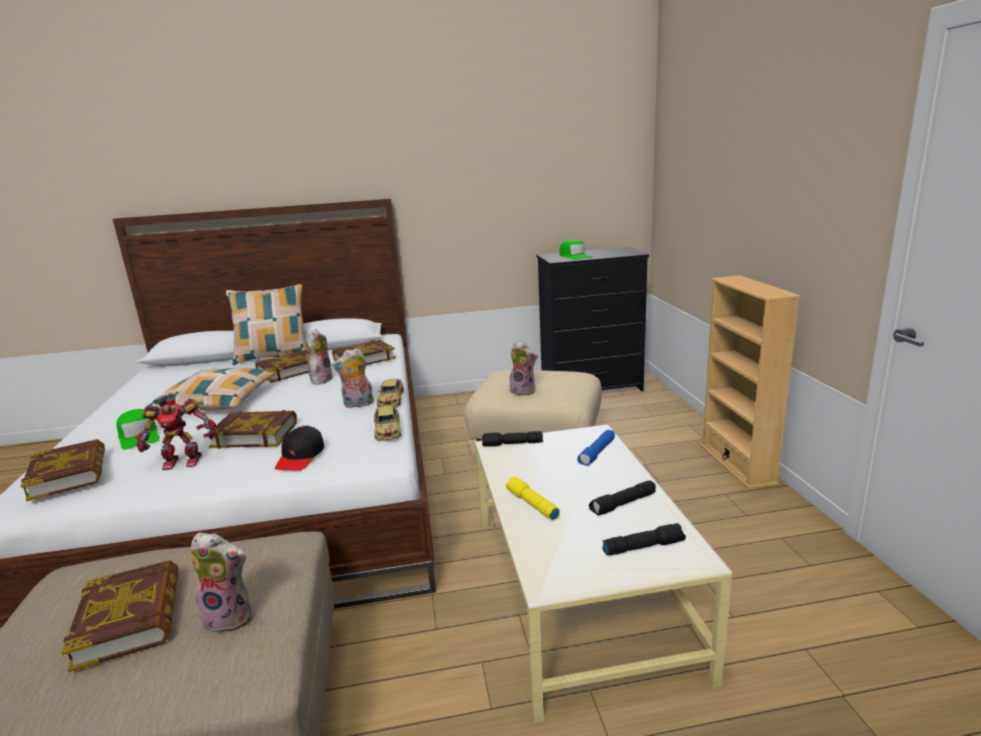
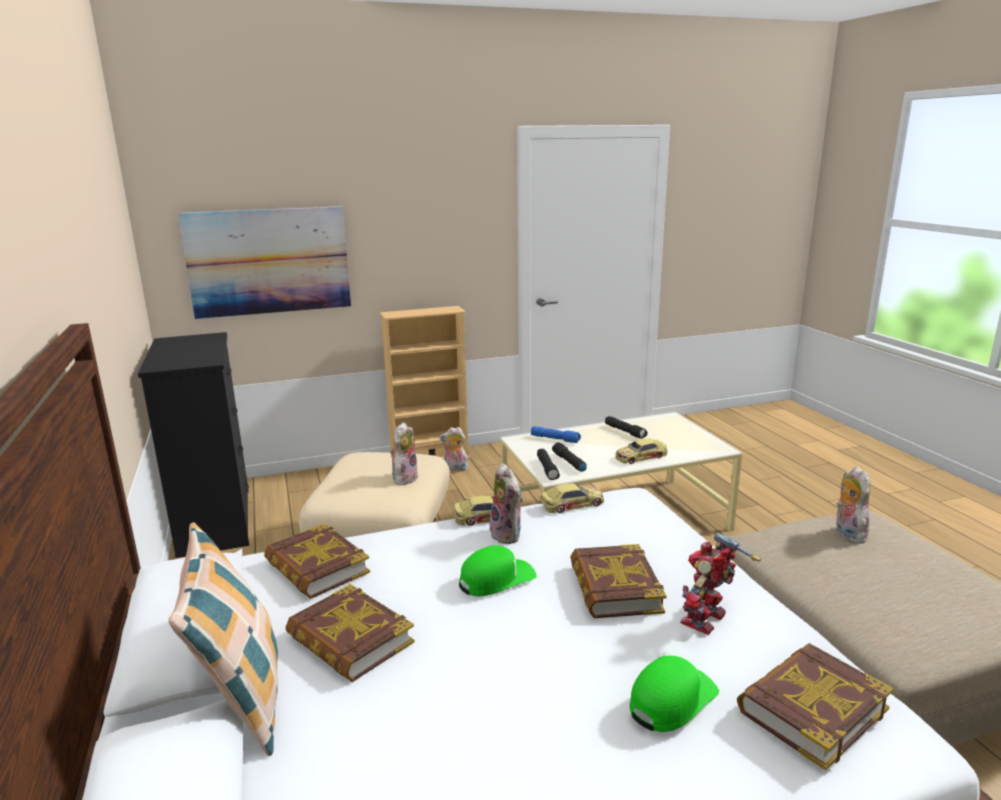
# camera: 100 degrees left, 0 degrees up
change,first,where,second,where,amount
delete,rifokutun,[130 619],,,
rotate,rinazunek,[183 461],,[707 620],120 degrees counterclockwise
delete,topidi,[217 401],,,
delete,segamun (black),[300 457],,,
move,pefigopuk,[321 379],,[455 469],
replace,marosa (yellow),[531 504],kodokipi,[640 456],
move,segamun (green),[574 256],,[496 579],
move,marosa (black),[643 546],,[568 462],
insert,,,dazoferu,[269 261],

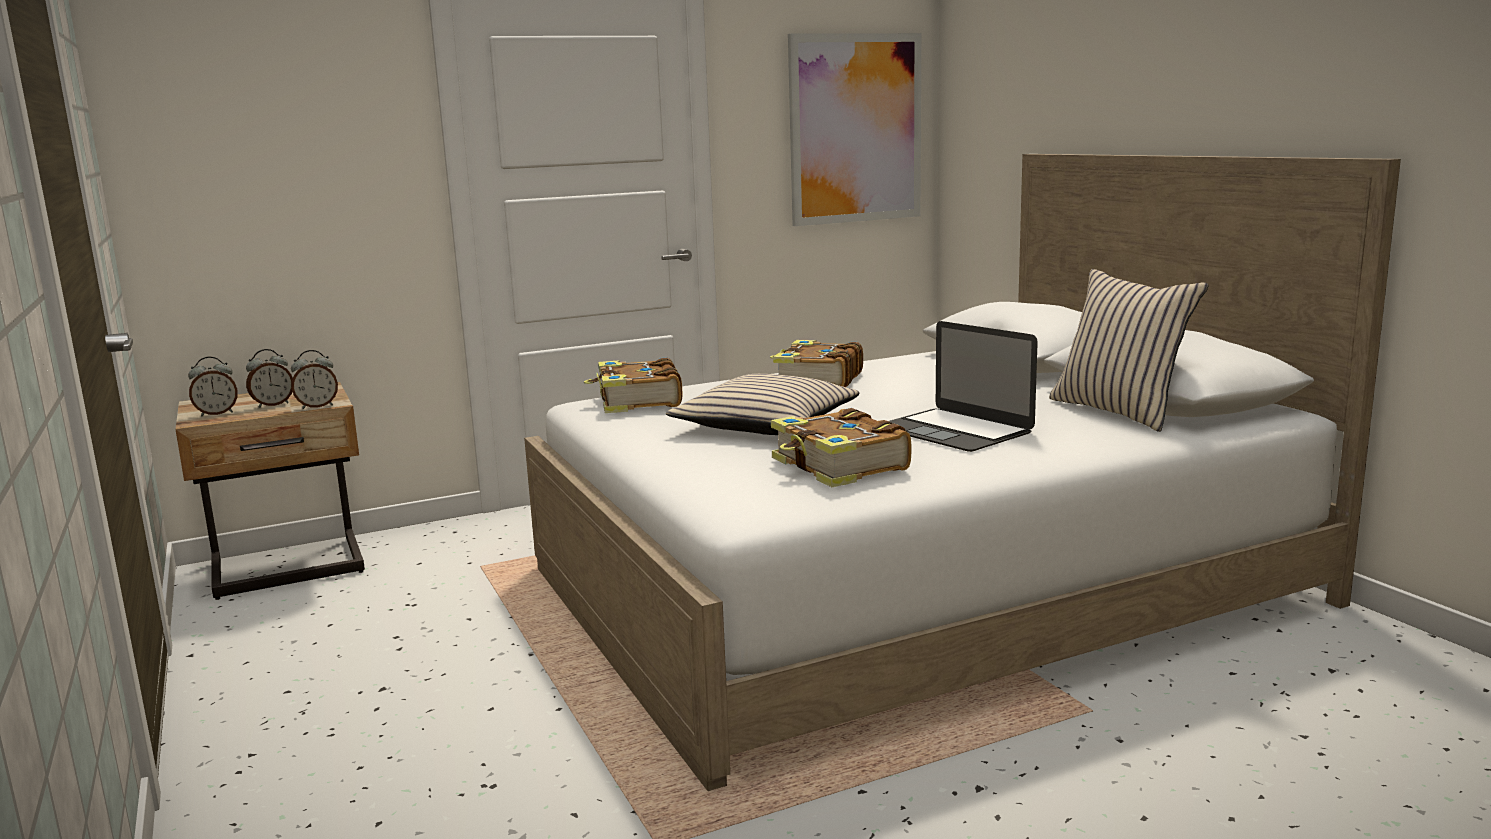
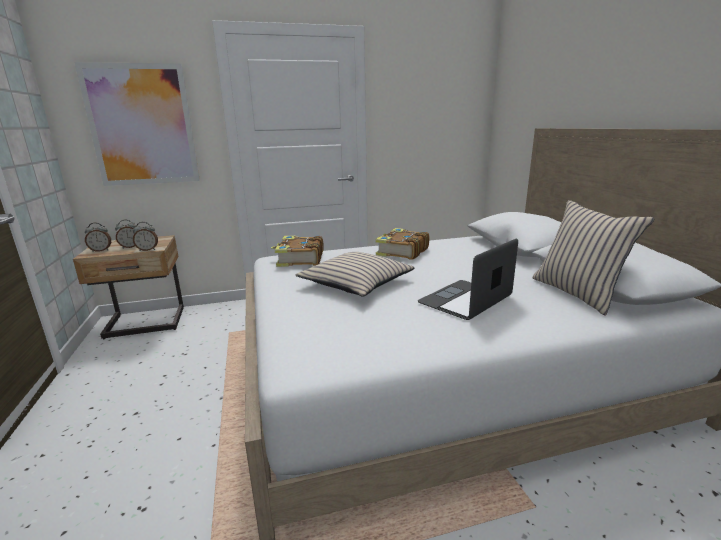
# camera: 10 degrees right, 5 degrees up
change,first,where,second,where,amount
delete,rifokutun,[839 467],,,
move,dazoferu,[855 129],,[142 126],
rotate,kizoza,[954 430],,[465 300],75 degrees clockwise

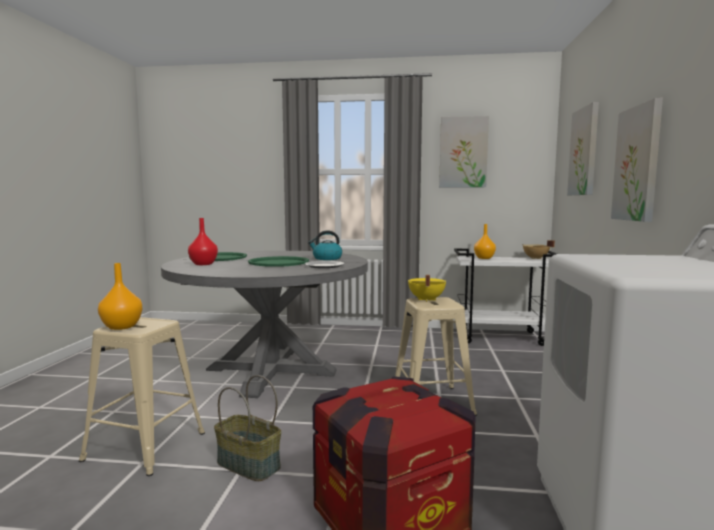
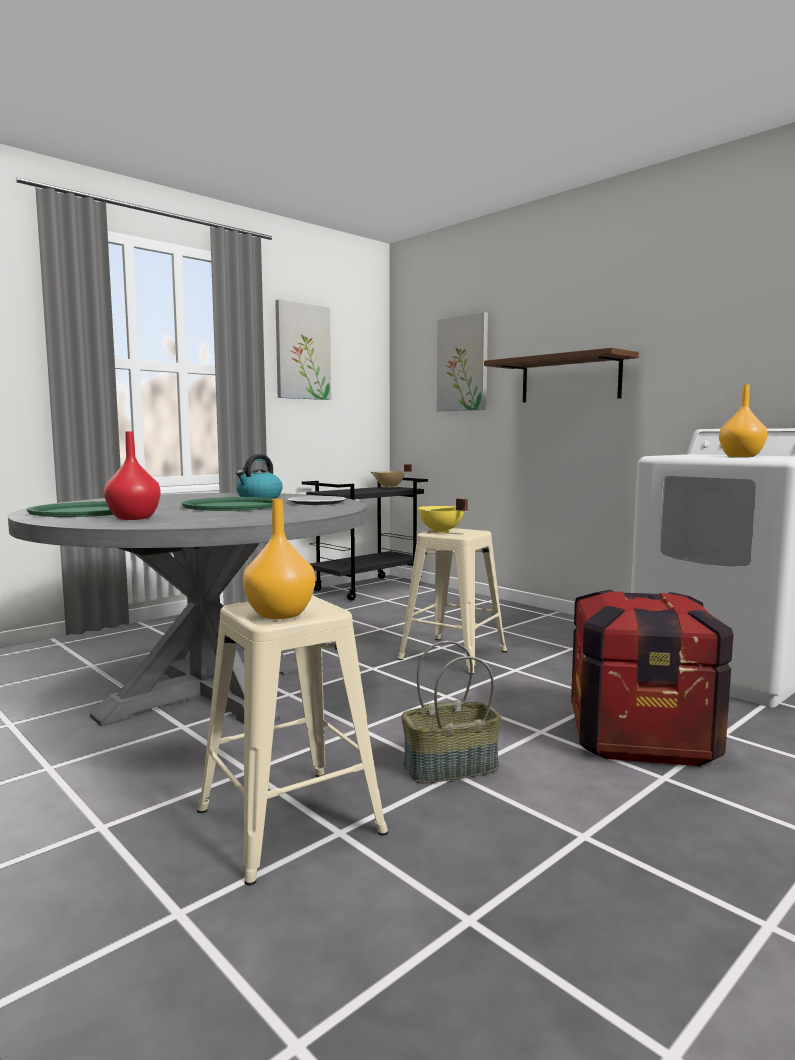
# camera: 50 degrees left, 0 degrees up
change,first,where,second,where,amount
recolor,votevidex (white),[500 337],votevidex (black),[367 588],
move,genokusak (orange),[484 258],,[740 456],
replace,dazoferu,[637 164],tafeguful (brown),[570 379],

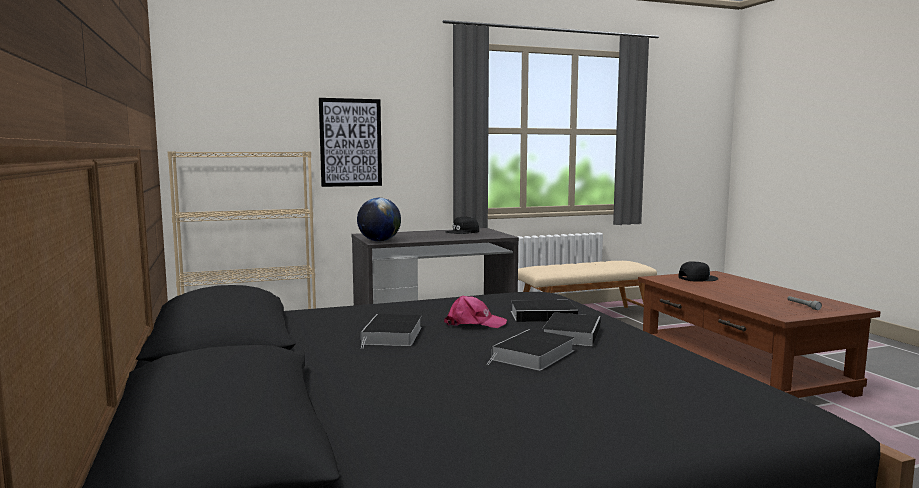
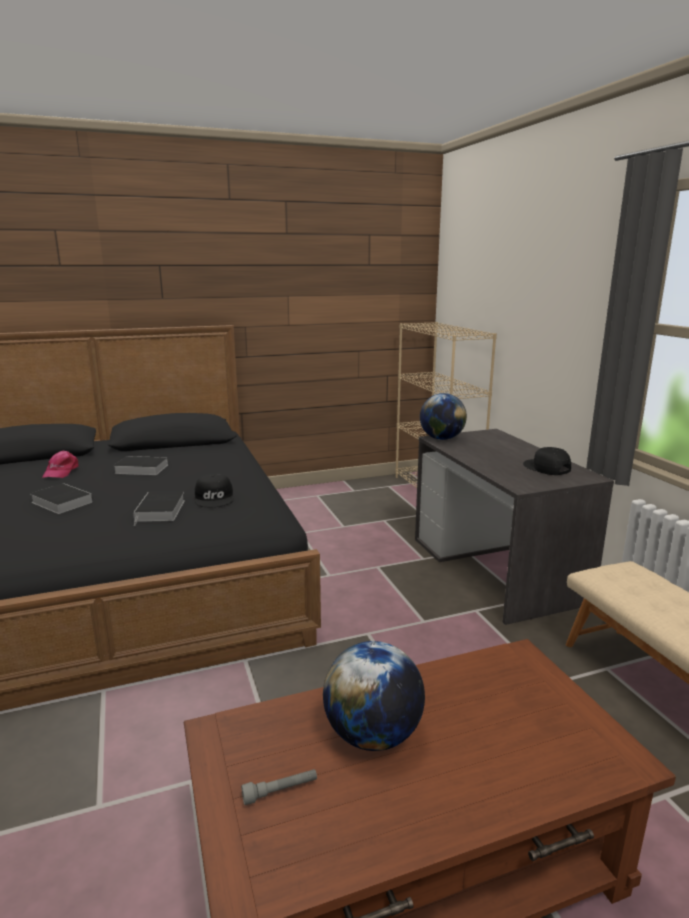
# camera: 90 degrees right, 10 degrees up
change,first,where,second,where,amount
delete,dazoferu,[350 142],,,
move,segamun (pink),[474 323],,[61 471],
delete,rifokutun,[571 333],,,
move,segamun (black),[697 278],,[215 498],
insert,,,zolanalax,[373 735],

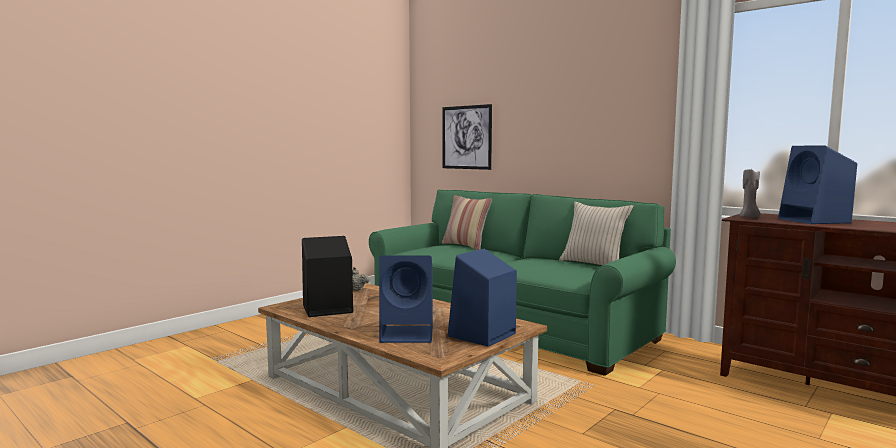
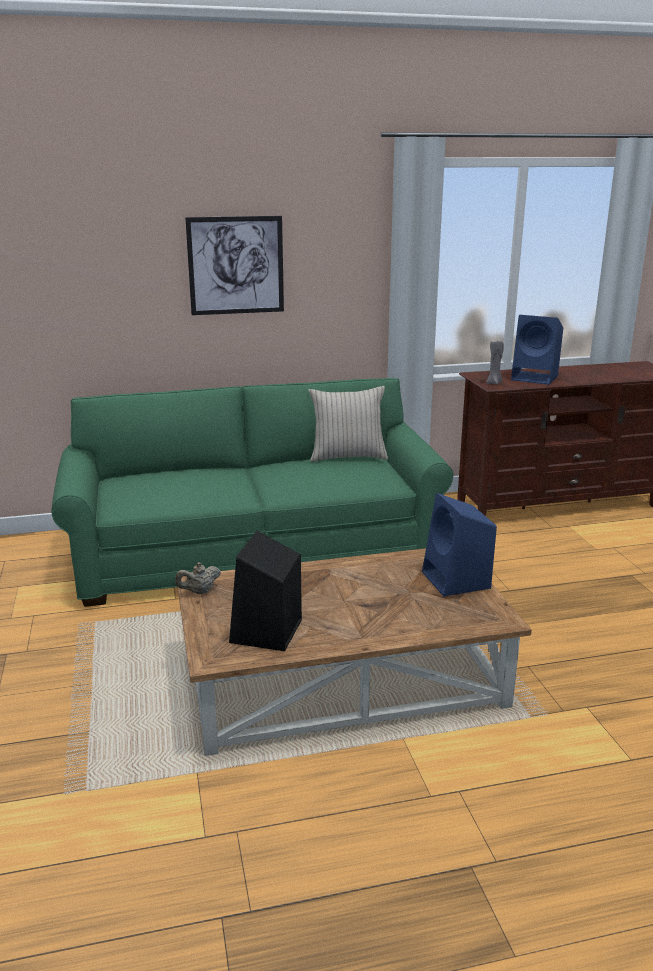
# camera: 55 degrees left, 15 degrees up
change,first,where,second,where,amount
delete,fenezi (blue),[409 334],,,
delete,topidi,[465 246],,,
move,dazoferu,[466 137],,[236 265],

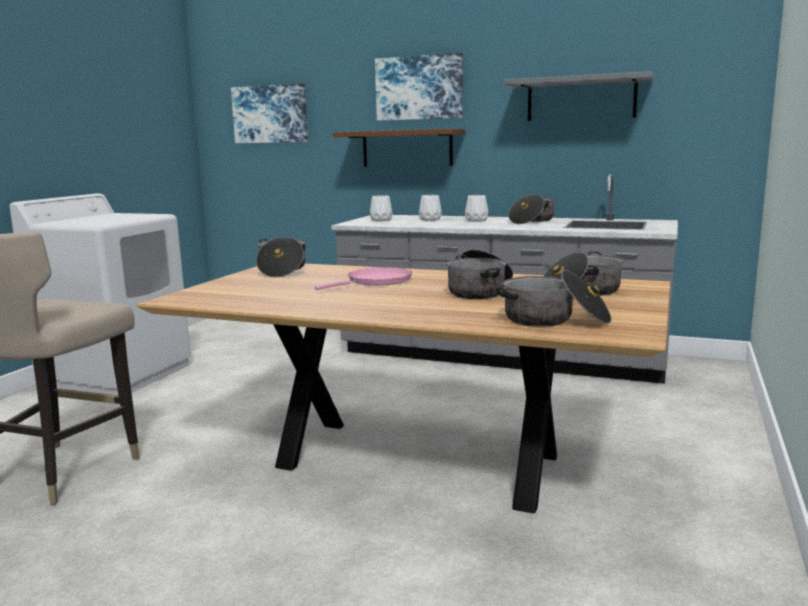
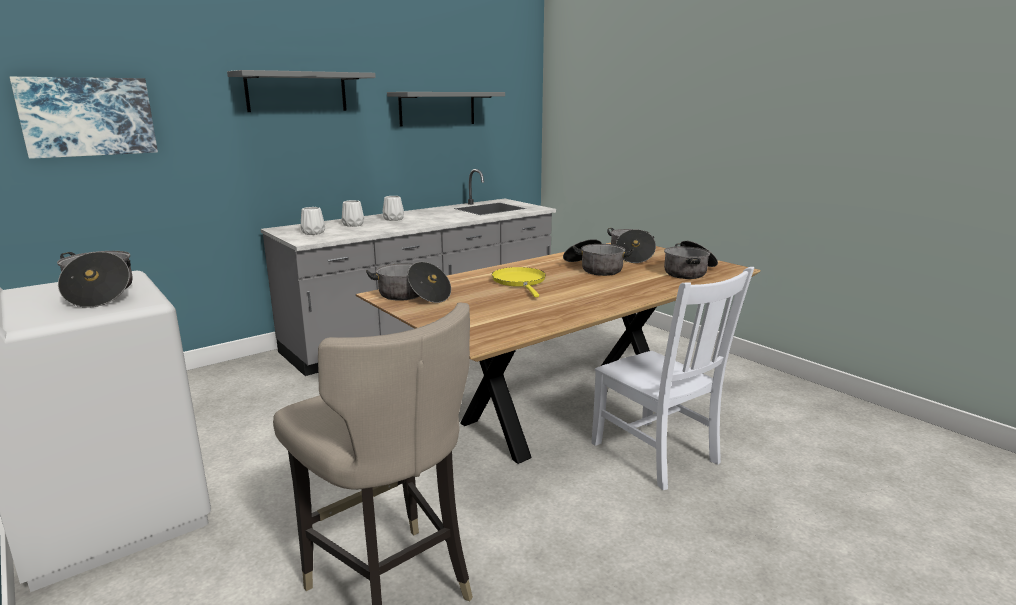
# camera: 60 degrees left, 5 degrees up
change,first,where,second,where,amount
recolor,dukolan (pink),[376 281],dukolan (yellow),[520 282],
delete,tafeguful (brown),[407 148],,,
replace,dazoferu,[419 88],tafeguful (grey),[297 92],
move,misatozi,[531 221],,[100 293],
insert,,,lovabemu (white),[657 455],

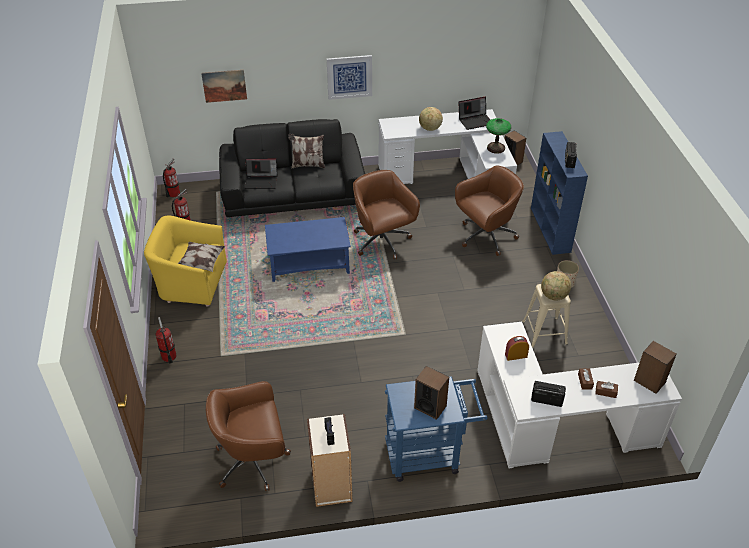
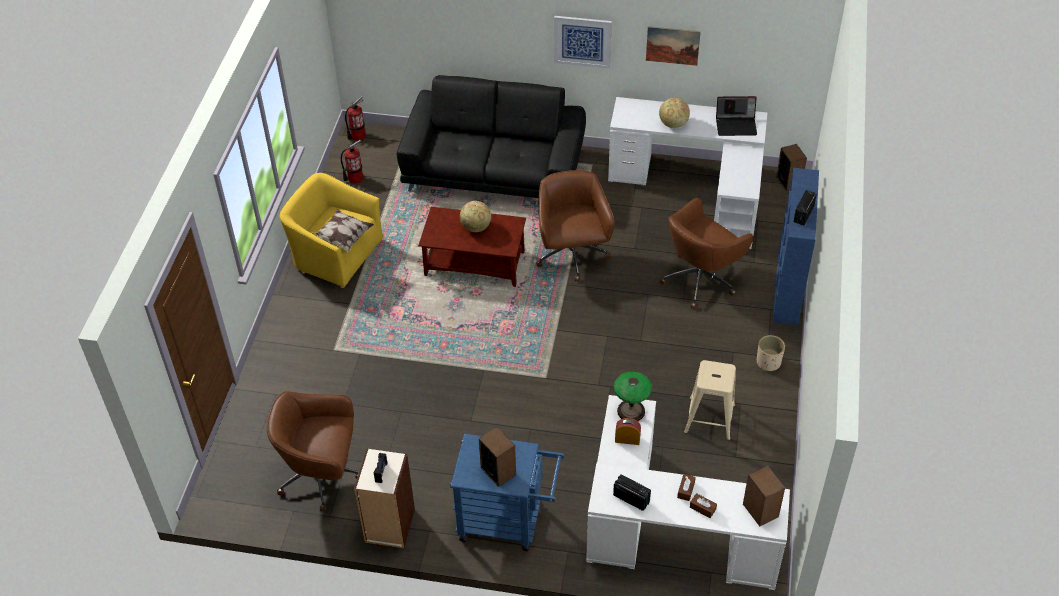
# camera: 20 degrees right, 5 degrees up
change,first,where,second,where,amount
delete,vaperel,[168 356],,,
move,dazoferu,[224 86],,[672 45],
delete,kizoza,[262 181],,,
recolor,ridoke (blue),[310 264],ridoke (brown),[475 263],
delete,topidi,[307 165],,,
rotate,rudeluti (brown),[485 237],,[700 279],150 degrees clockwise
move,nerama,[496 148],,[631 411],
move,zolanalax,[554 296],,[476 227],

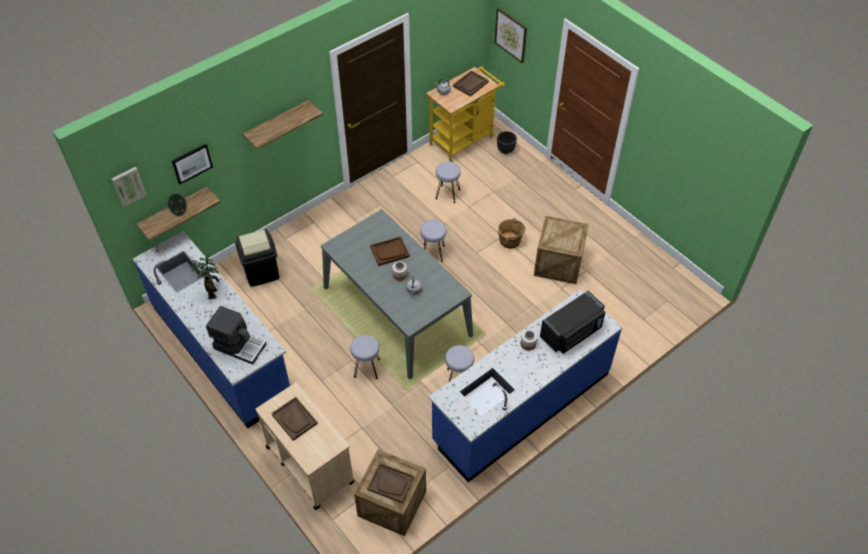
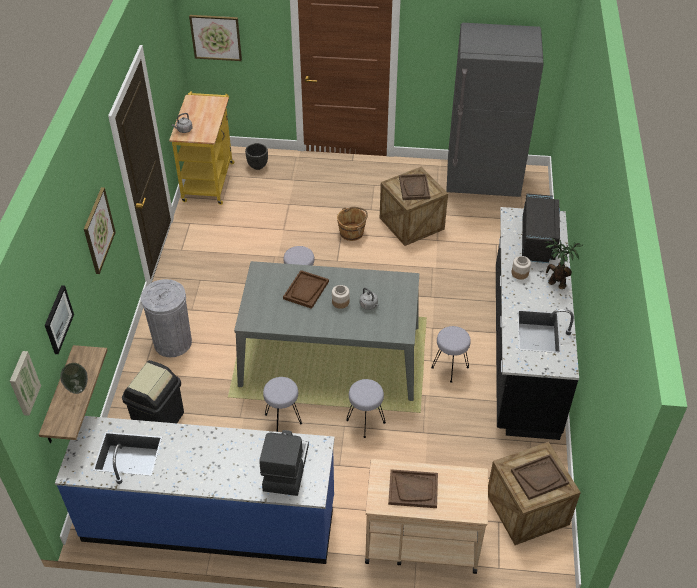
# camera: 45 degrees left, 5 degrees down
change,first,where,second,where,amount
move,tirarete,[213 291],,[555 282],
rotate,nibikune,[239 346],,[285 468],60 degrees counterclockwise
replace,tafeguful,[277 124],dazoferu,[98 230],
recolor,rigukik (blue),[521 407],rigukik (black),[523 350],
move,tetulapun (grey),[447 194],,[282 419],
move,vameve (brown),[470 84],,[414 188],
insert,,,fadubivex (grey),[173 342],
insert,,,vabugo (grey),[483 181],

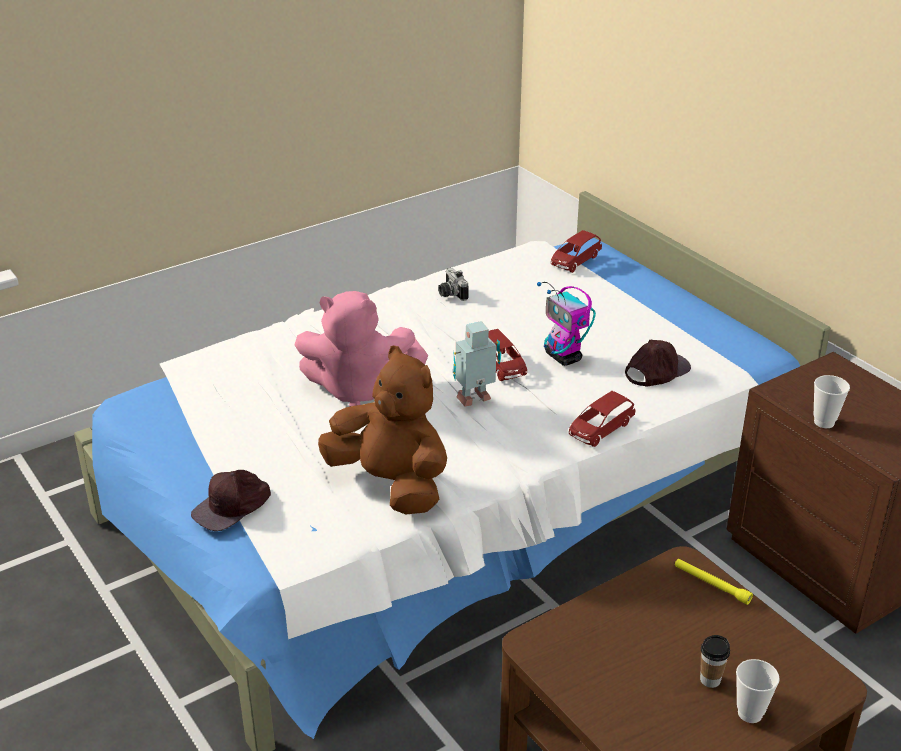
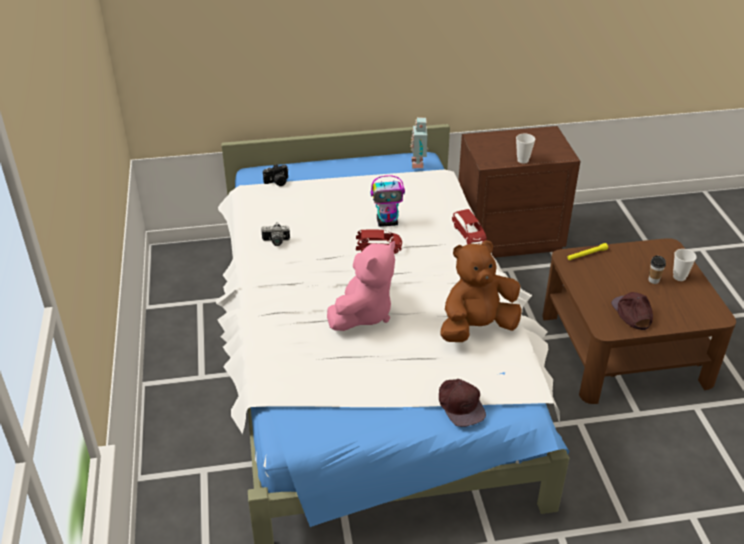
# camera: 65 degrees left, 5 degrees up
change,first,where,second,where,amount
move,rinazunek,[476 400],,[419 163],
replace,kodokipi (red),[575 261],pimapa,[277 182],
move,segamun (brown),[656 370],,[632 313],

